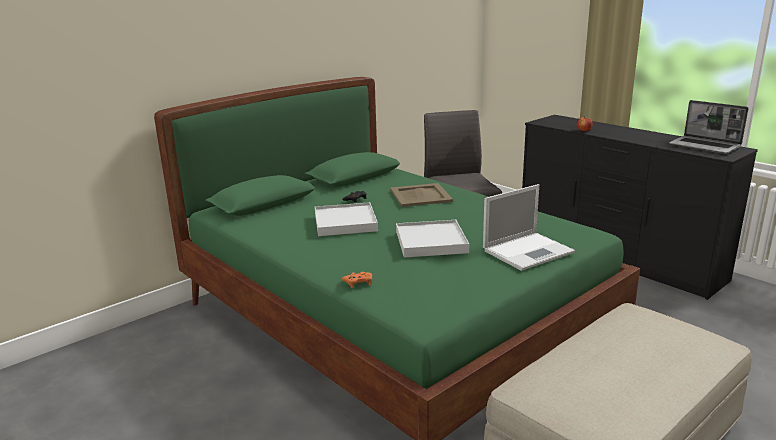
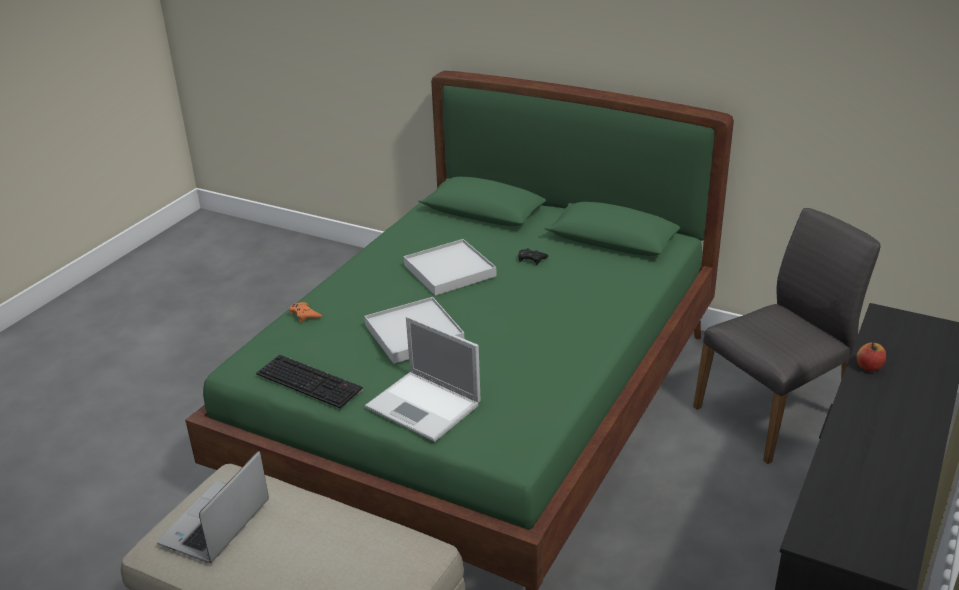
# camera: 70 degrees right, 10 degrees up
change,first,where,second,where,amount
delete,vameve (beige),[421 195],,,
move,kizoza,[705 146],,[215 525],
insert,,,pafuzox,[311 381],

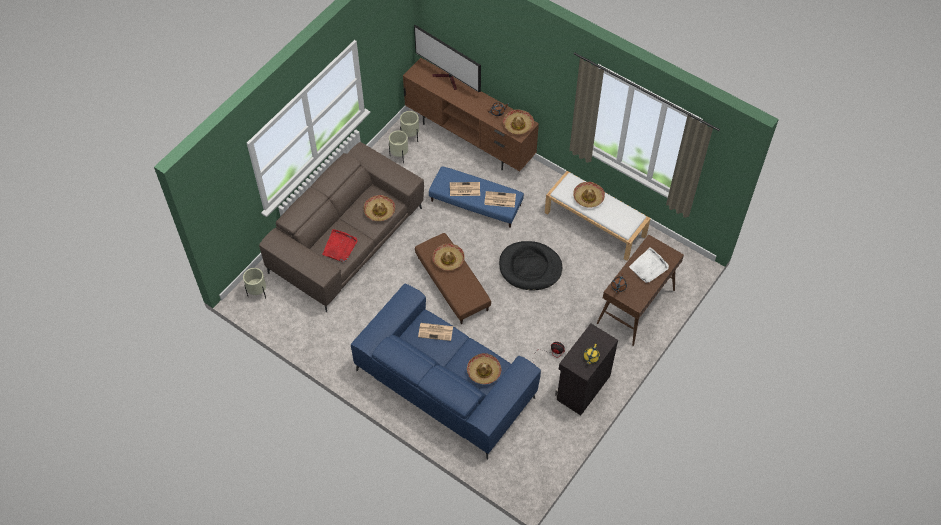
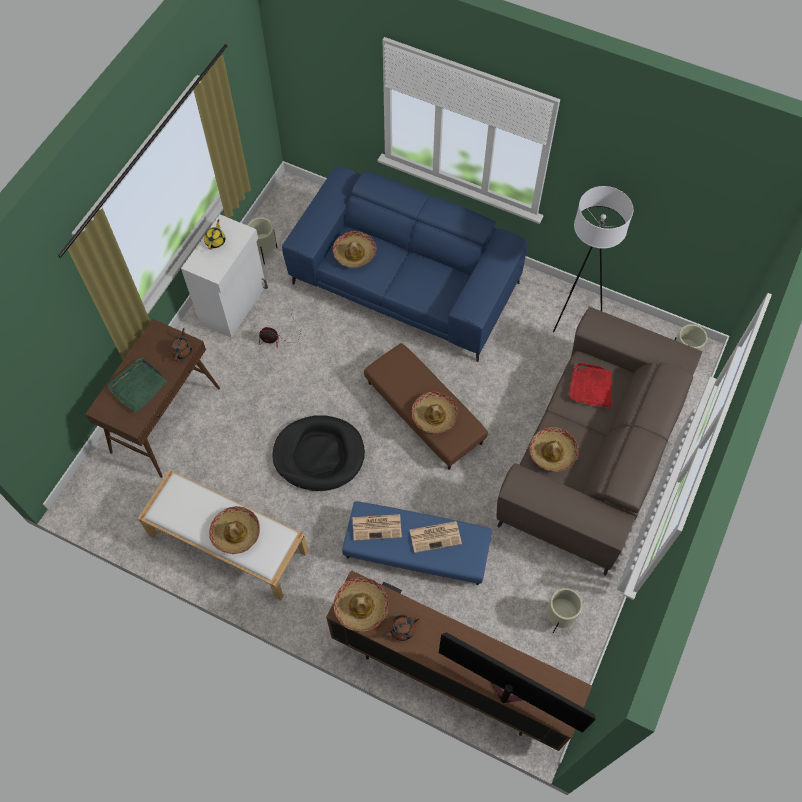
# camera: 170 degrees right, 5 degrees up
change,first,where,second,where,amount
move,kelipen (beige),[410 137],,[265 253],
delete,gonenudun,[436 331],,,
recolor,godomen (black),[582 387],godomen (white),[234 304],
recolor,vameve (white),[648 267],vameve (green),[138 386],
insert,,,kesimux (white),[574 316],

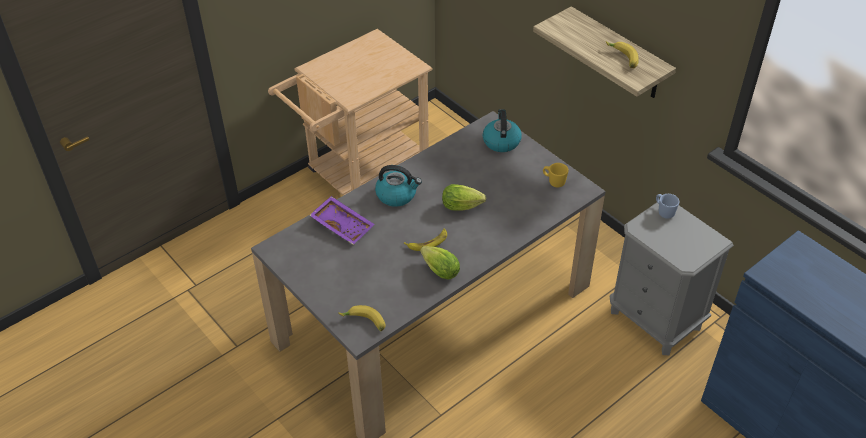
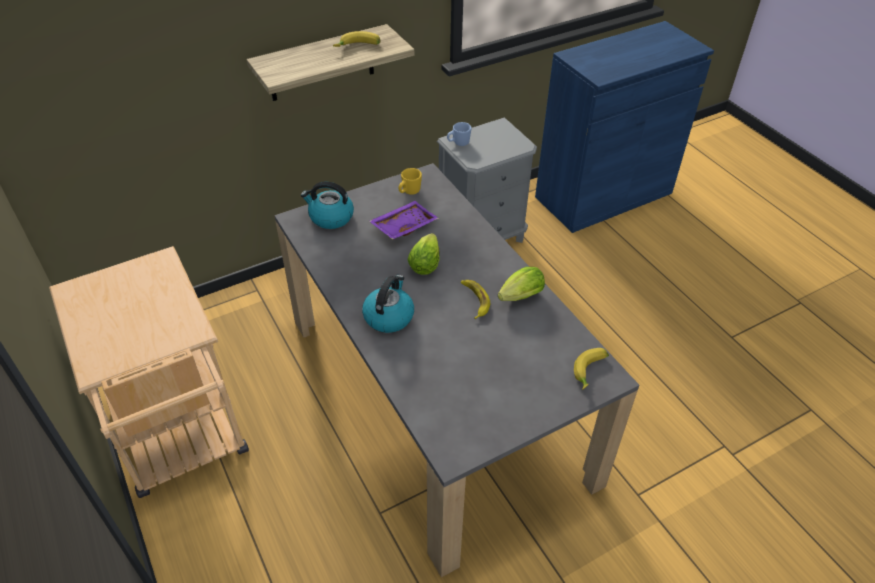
# camera: 80 degrees left, 0 degrees up
change,first,where,second,where,amount
move,vameve (purple),[343 225],,[403 226],

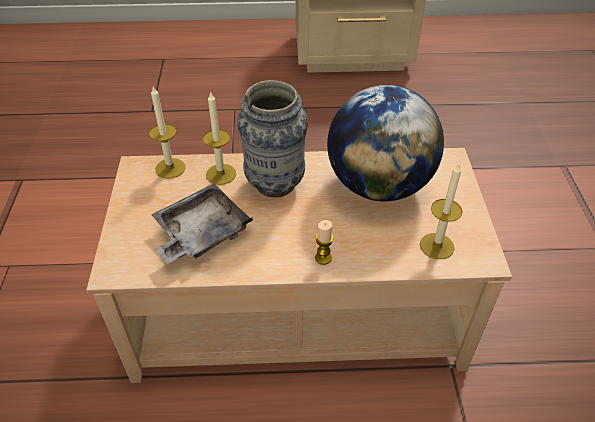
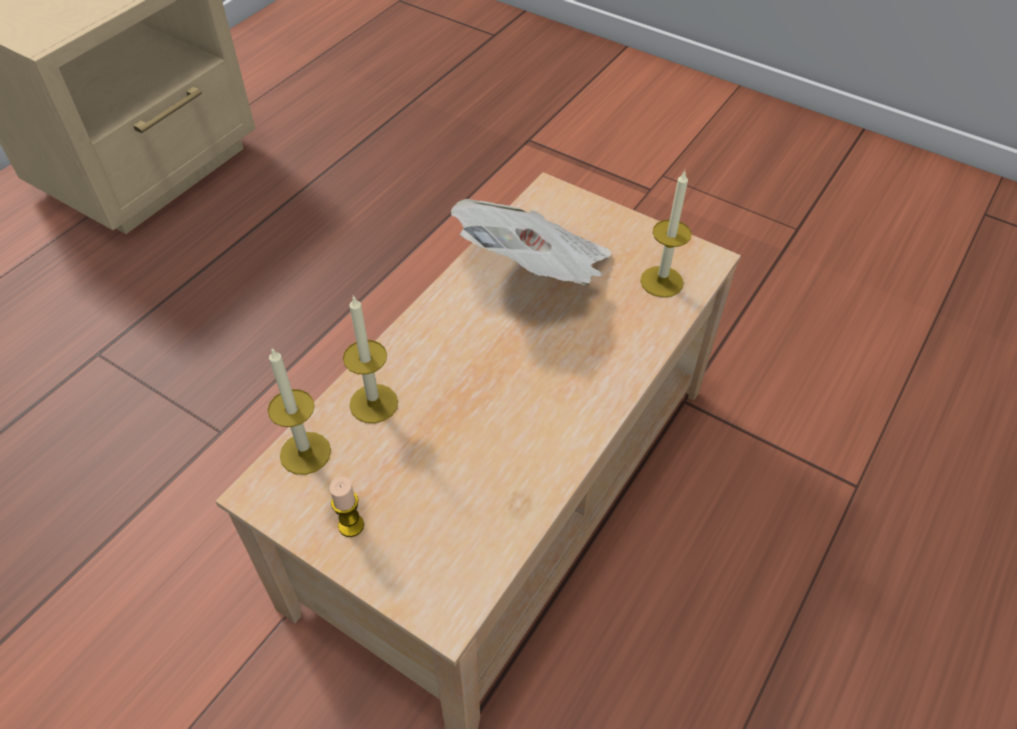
# camera: 55 degrees left, 5 degrees up
change,first,where,second,where,amount
delete,vameve (grey),[200 233],,,
delete,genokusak,[275 184],,,
move,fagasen,[323 258],,[351 525],
replace,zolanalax,[378 185],gonenudun,[535 271],

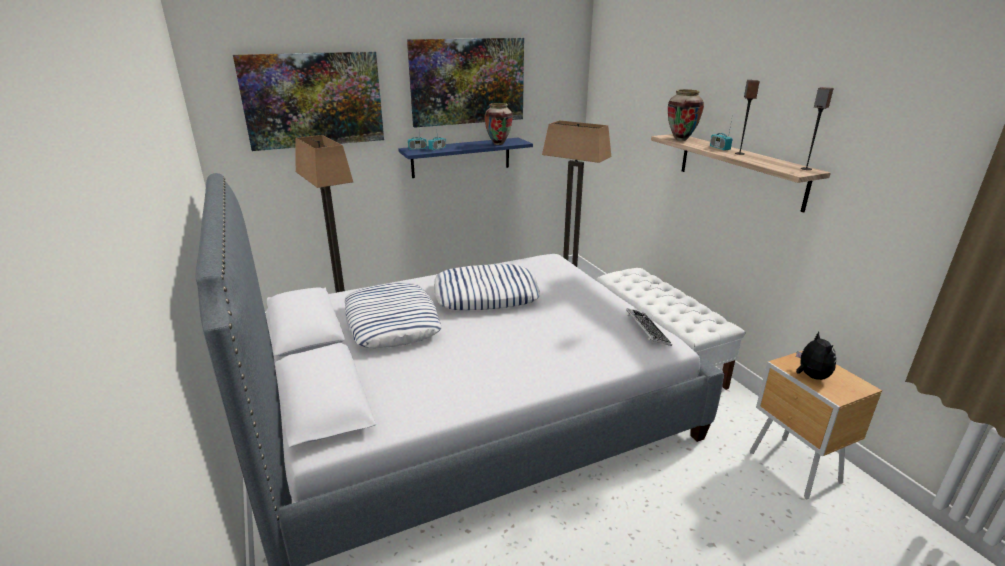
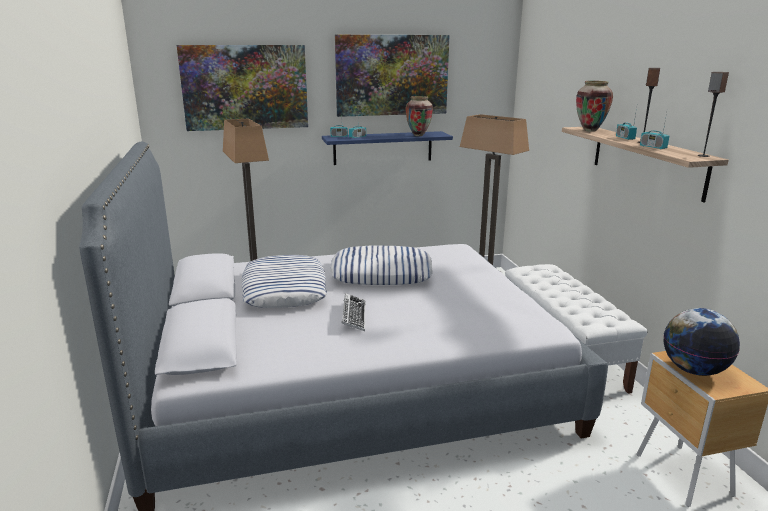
# camera: 10 degrees right, 5 degrees down
change,first,where,second,where,amount
move,pafuzox,[647 330],,[353 316],
replace,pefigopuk,[810 376],zolanalax,[693 370],
insert,,,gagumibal,[653 147],

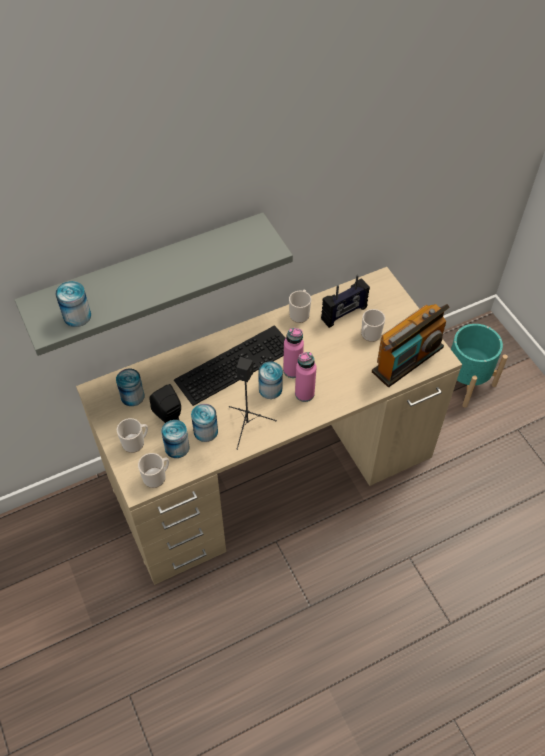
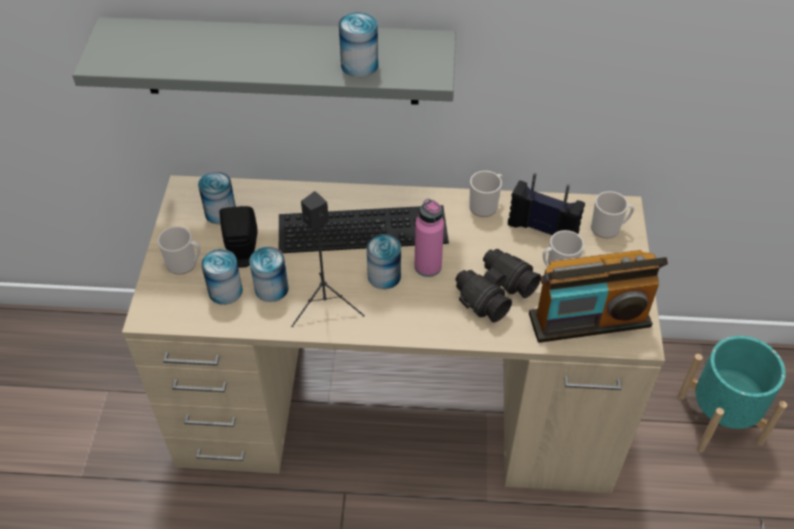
# camera: 30 degrees right, 5 degrees down
change,first,where,second,where,amount
move,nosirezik,[77 316],,[359 65],
move,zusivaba,[157 476],,[608 228],
delete,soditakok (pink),[304 394],,,
rotate,gagumibal,[344 314],,[543 229],150 degrees counterclockwise
insert,,,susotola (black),[493 292],

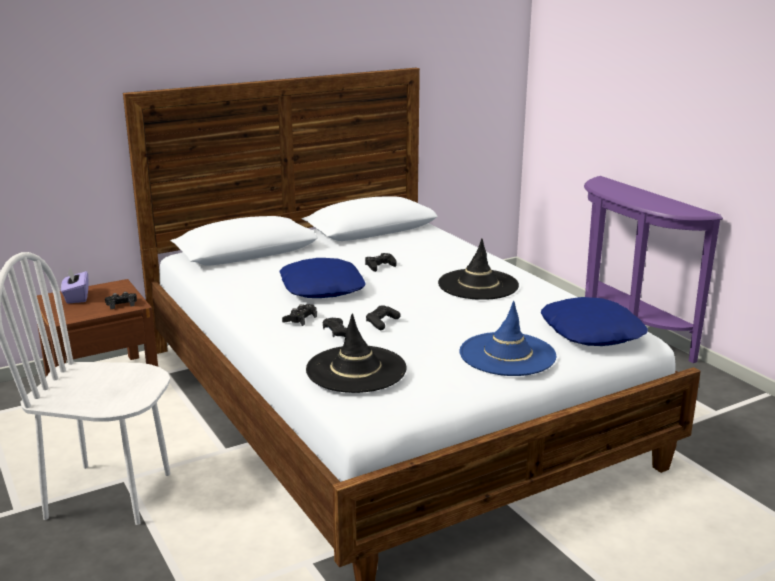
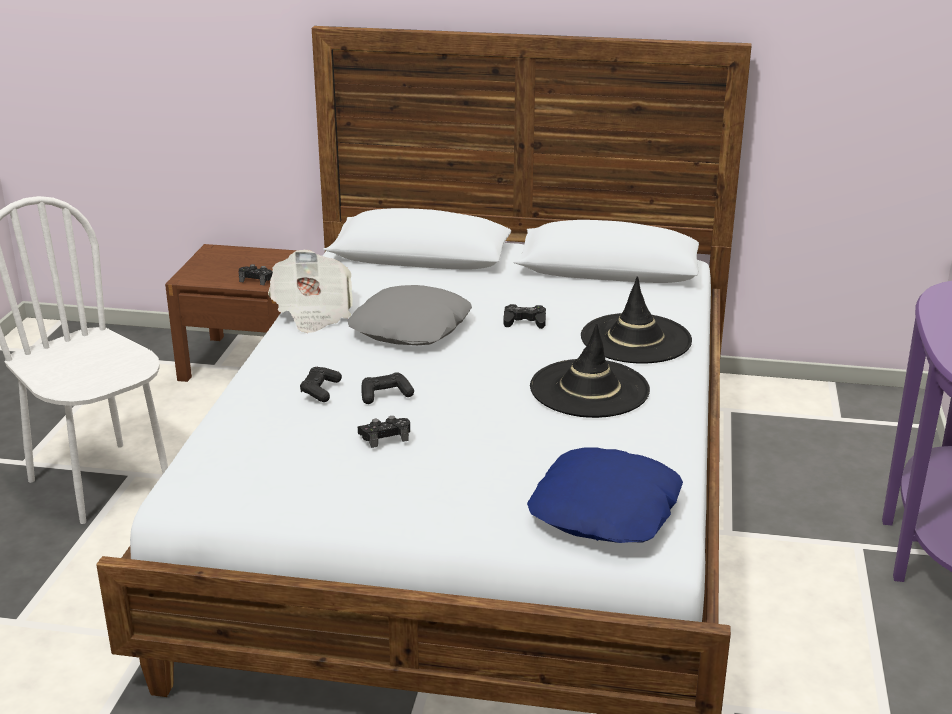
# camera: 40 degrees right, 5 degrees up
change,first,where,second,where,amount
delete,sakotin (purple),[76 297],,,
recolor,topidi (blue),[322 288],topidi (grey),[411 328],
move,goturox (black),[300 319],,[385 436],
move,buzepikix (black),[356 370],,[635 339],
delete,buzepikix (blue),[507 354],,,
insert,,,gonenudun,[312 313],

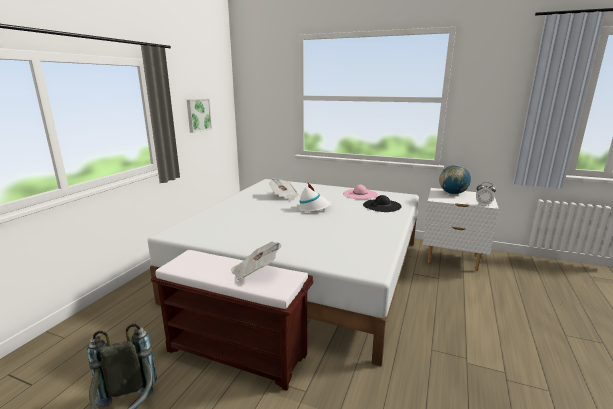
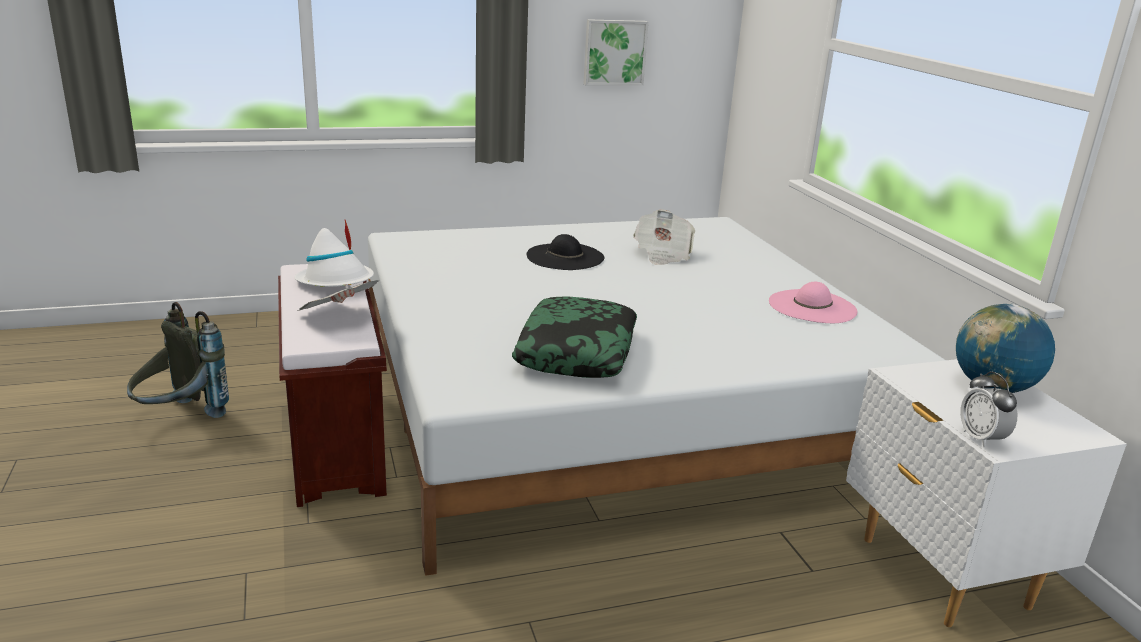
# camera: 50 degrees right, 5 degrees up
change,first,where,second,where,amount
move,buzepikix (white),[313 208],,[336 282],
move,buzepikix (black),[382 205],,[565 256],
insert,,,topidi,[577 352],

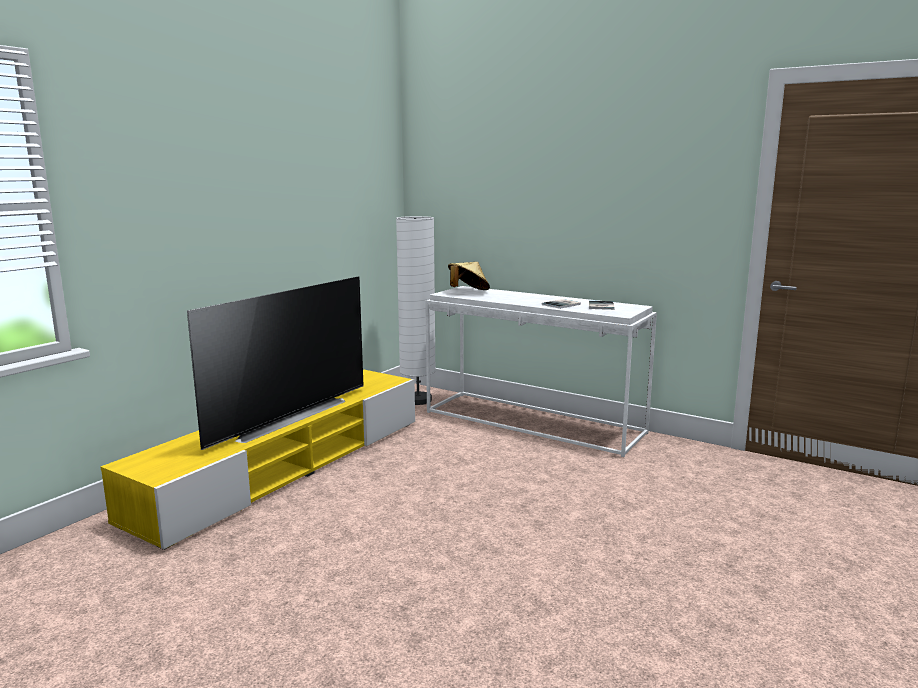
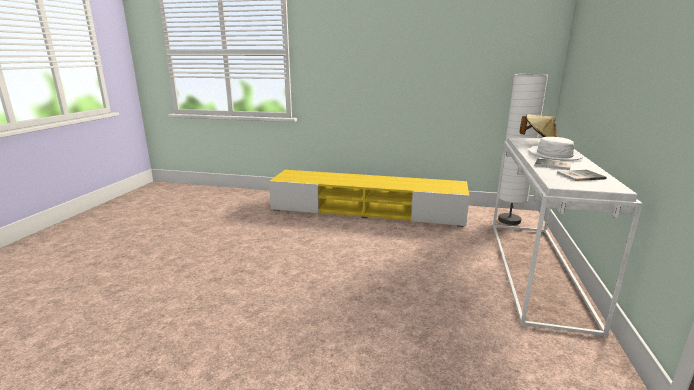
# camera: 70 degrees right, 5 degrees up
change,first,where,second,where,amount
delete,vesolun,[286 417],,,
insert,,,buzepikix (white),[554 154],

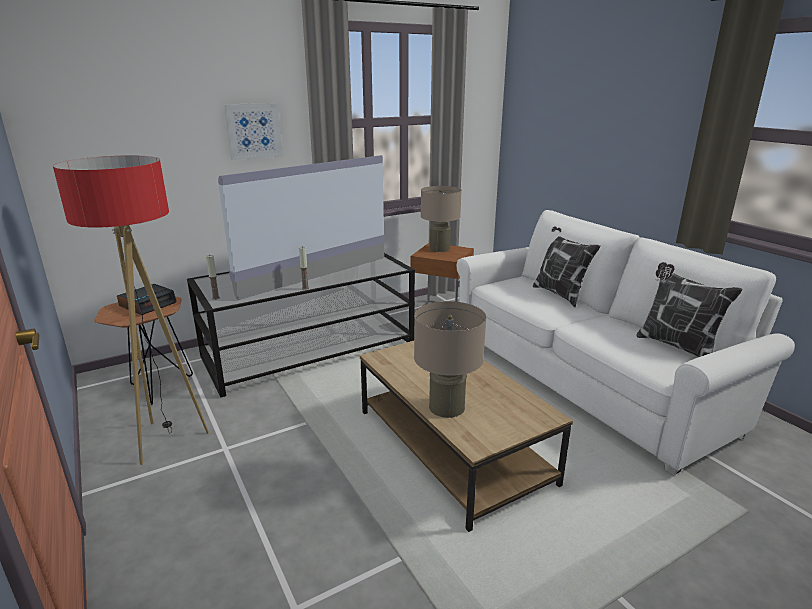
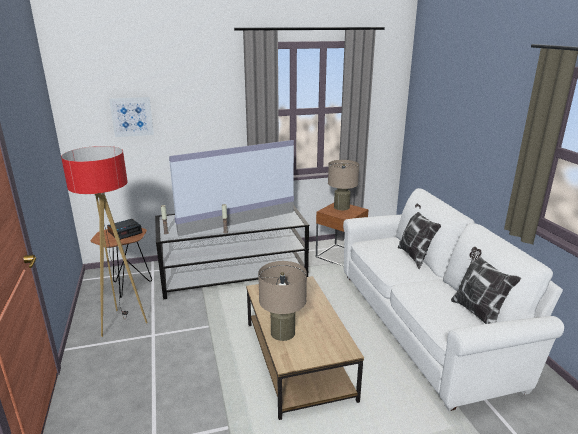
# camera: 15 degrees right, 0 degrees up
change,first,where,second,where,amount
move,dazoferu,[254 131],,[132 116],

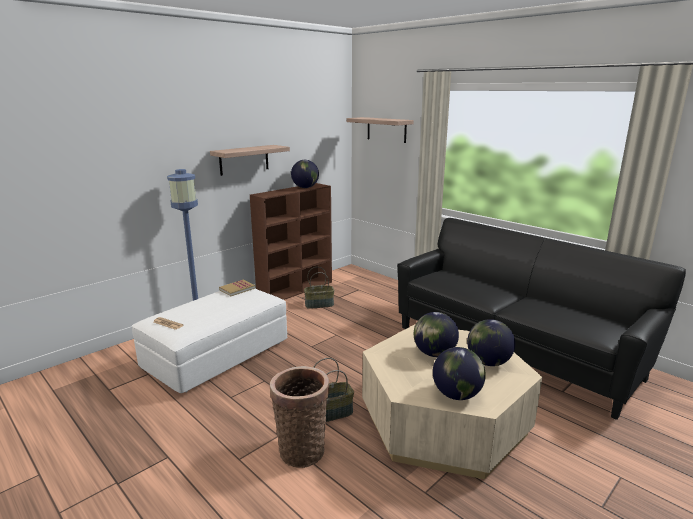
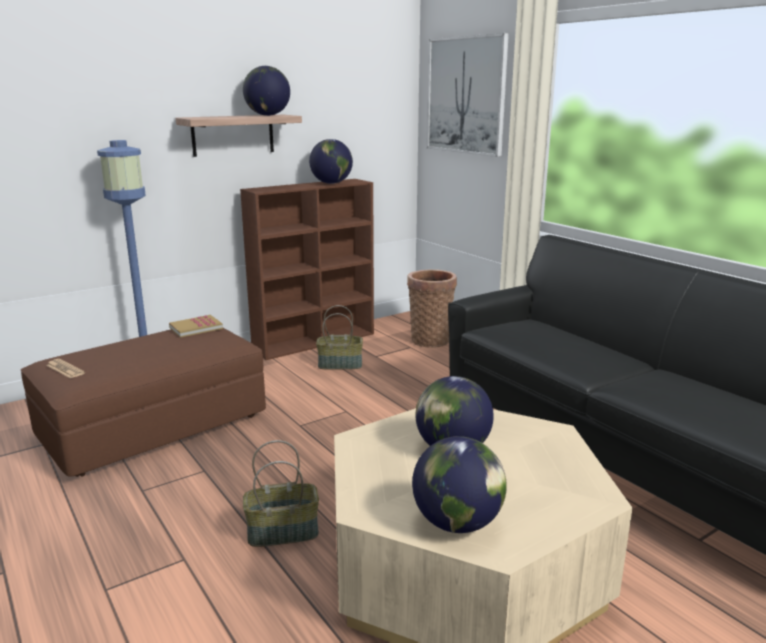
# camera: 10 degrees right, 0 degrees up
change,first,where,second,where,amount
recolor,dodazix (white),[217 355],dodazix (brown),[154 426],
move,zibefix,[302 449],,[430 339],
replace,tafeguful,[386 129],dazoferu,[466 95],
move,zolanalax,[488 362],,[267 115],

